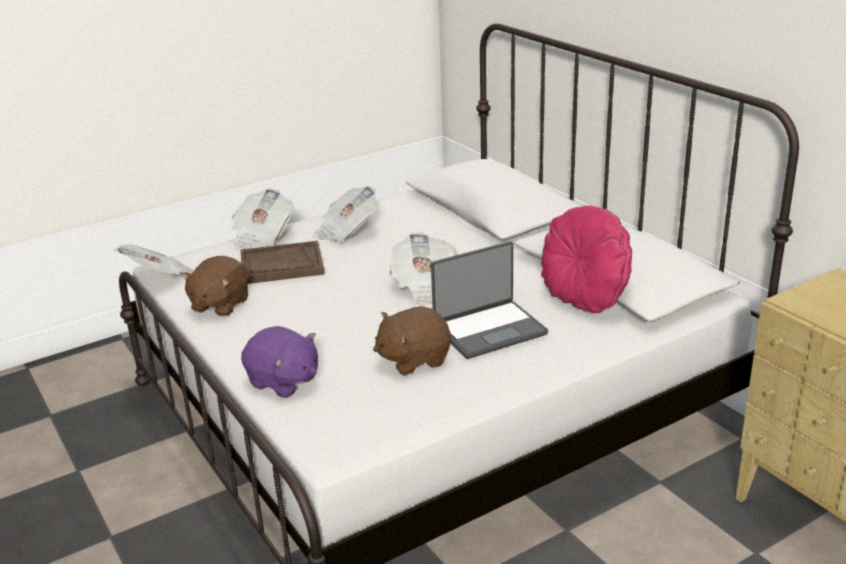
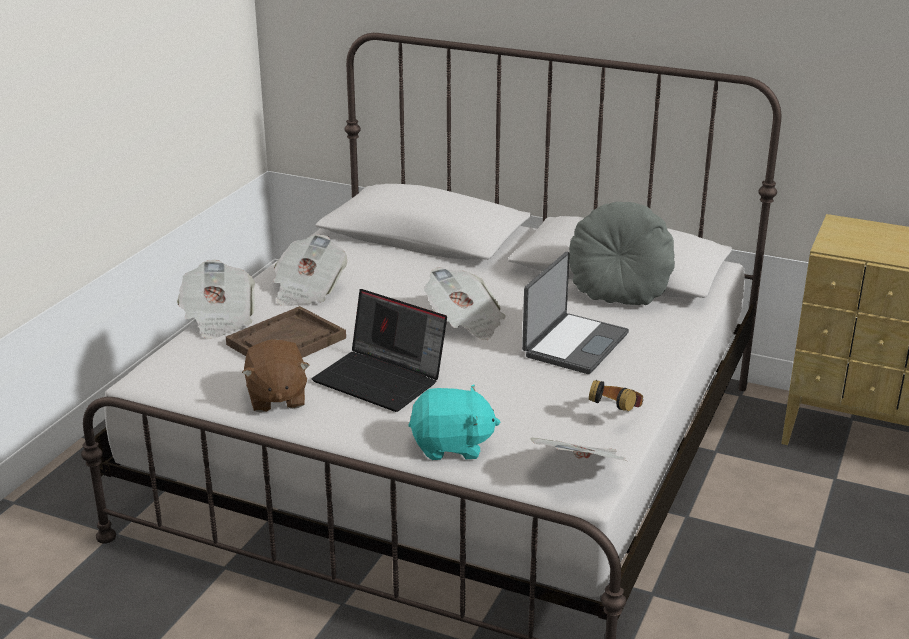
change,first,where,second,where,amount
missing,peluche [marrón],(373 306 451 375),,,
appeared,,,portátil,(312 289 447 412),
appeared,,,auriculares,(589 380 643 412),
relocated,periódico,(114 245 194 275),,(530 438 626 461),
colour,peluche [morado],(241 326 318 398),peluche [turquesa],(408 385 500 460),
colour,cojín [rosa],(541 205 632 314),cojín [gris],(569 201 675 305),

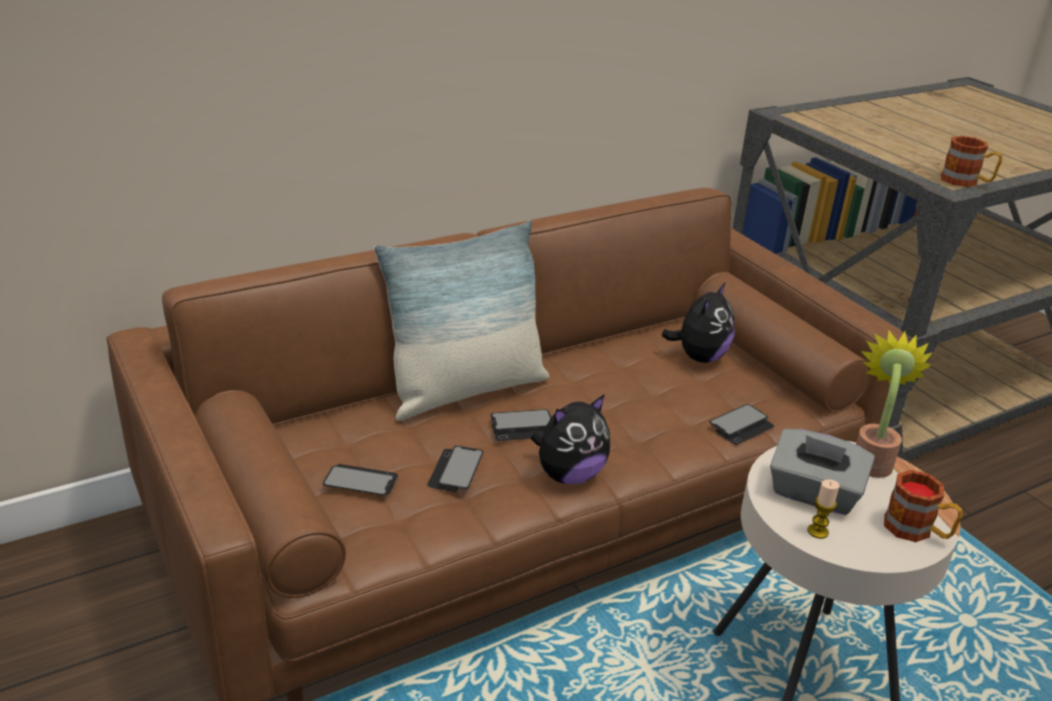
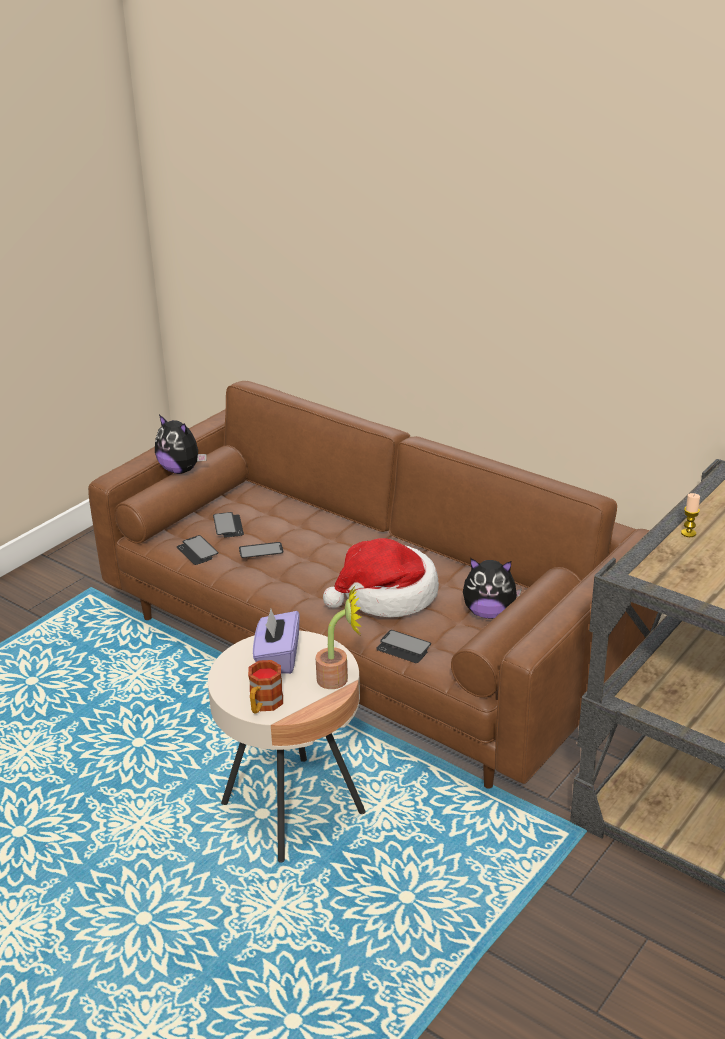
change,first,where,second,where,amount
missing,cojín,(374 220 549 421),,,
missing,taza grande,(941 136 1002 187),,,
appeared,,,sombrero,(323 538 439 618),
relocated,móvil,(491 409 551 441),,(177 535 219 565),
relocated,peluche,(531 394 610 484),,(155 415 207 474),
relocated,vela,(808 479 839 539),,(681 493 700 537),
colour,caja de pañuelos [gris],(770 429 875 515),caja de pañuelos [morado],(253 609 299 674),

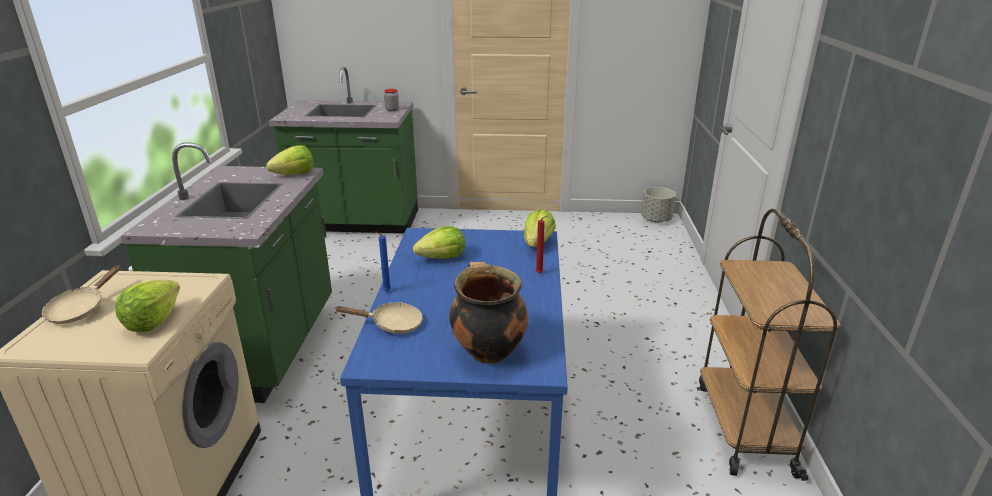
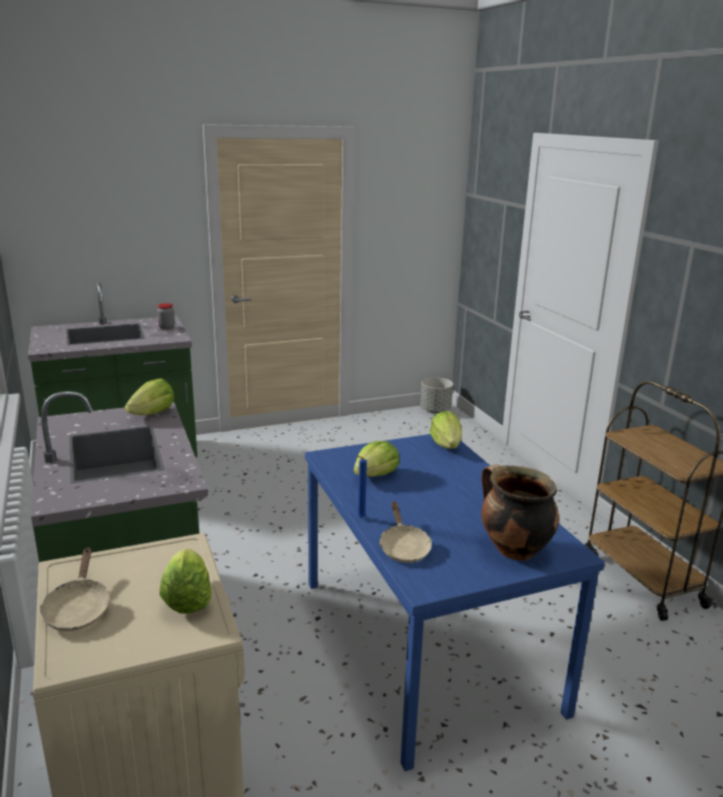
change,first,where,second,where,amount
missing,vela [rojo],(536 215 548 273),,,
spun,sartén [beis],(335 302 423 334),,(379 501 432 563),105 degrees clockwise

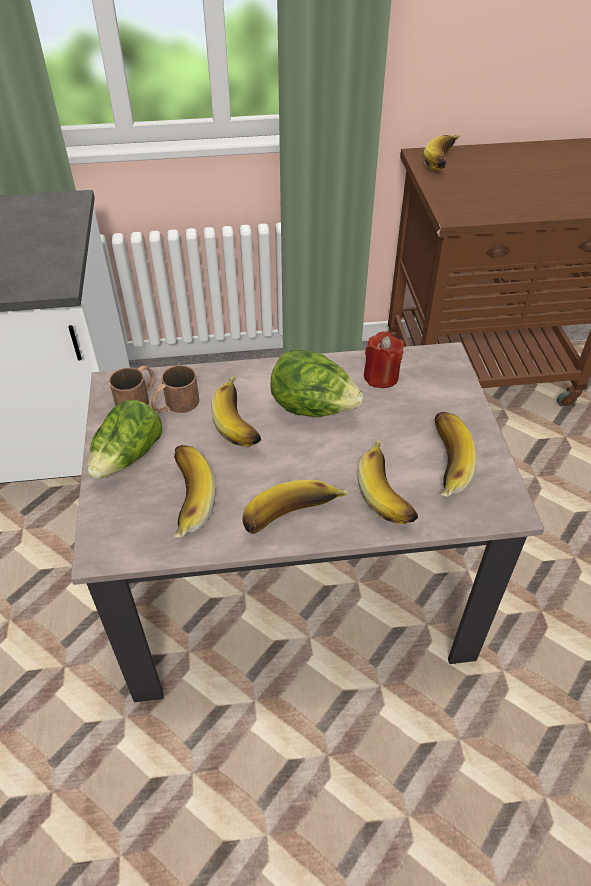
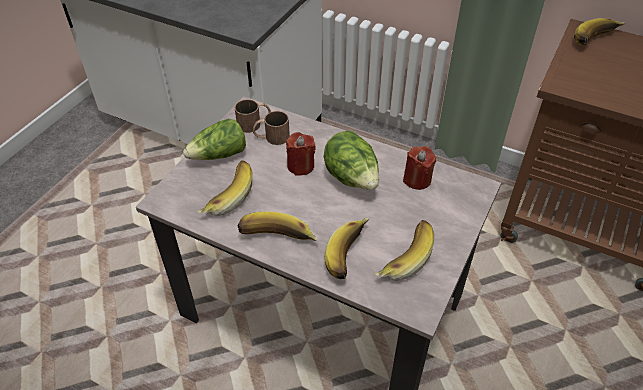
change,first,where,second,where,amount
exchanged,plátano,(211 376 261 446),vela [rojo],(286 132 316 176),

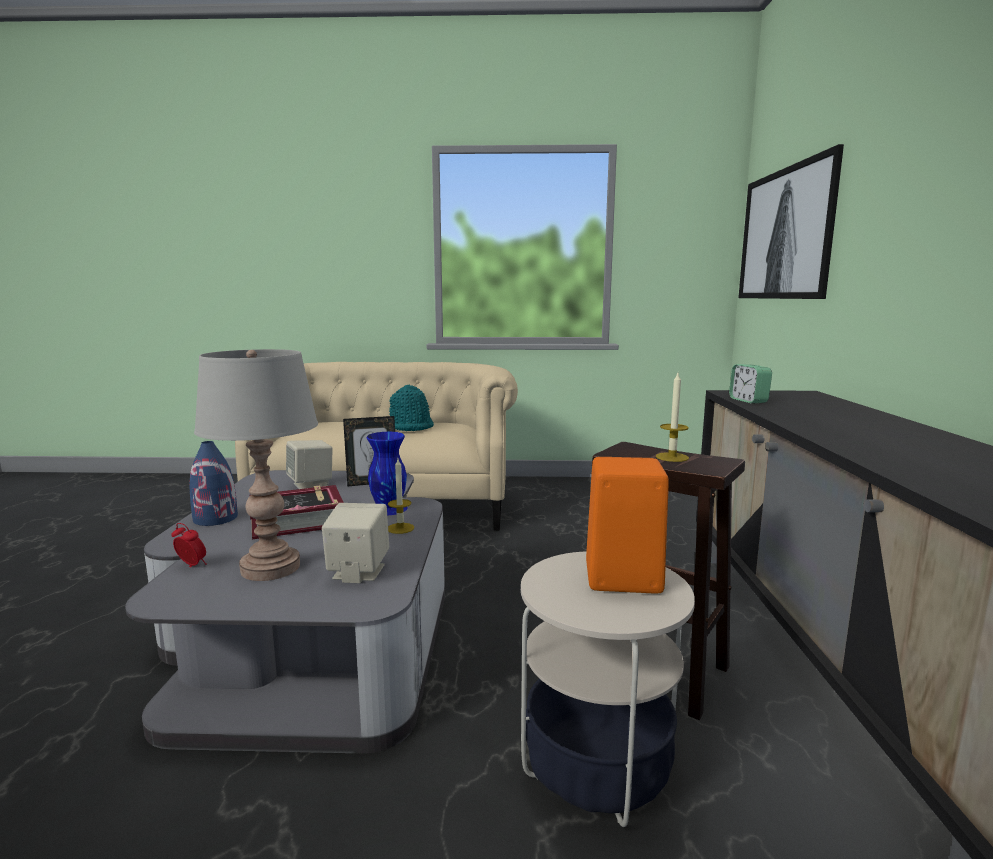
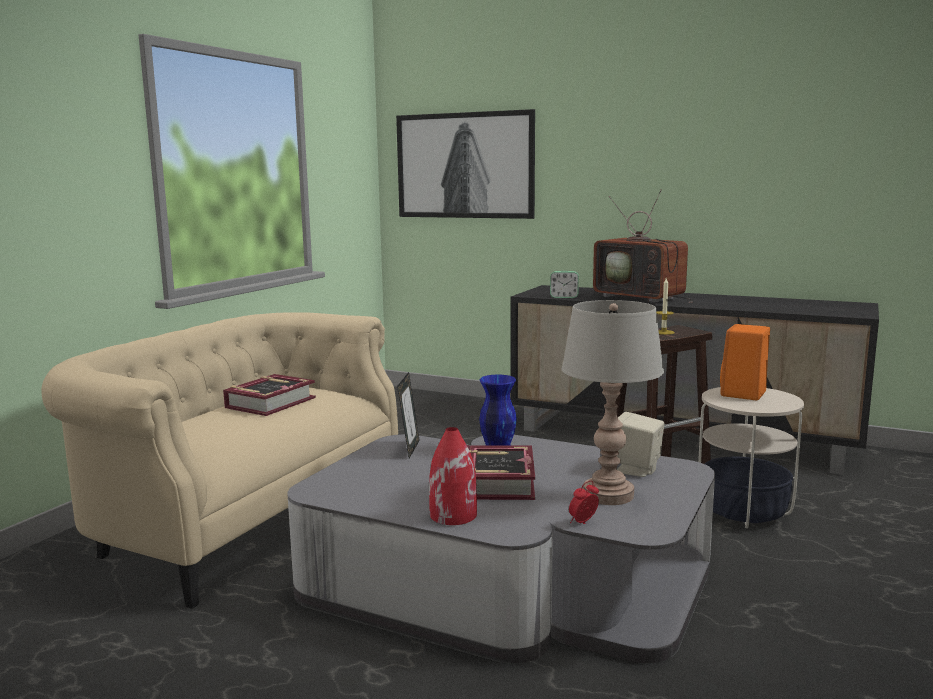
change,first,where,second,where,amount
missing,altavoz [beis],(286 440 333 489),,,
missing,vela,(388 459 414 534),,,
appeared,,,televisor,(593 190 693 303),
exchanged,sombrero [turquesa],(389 385 434 431),libro,(223 374 316 416),
colour,florero [azul],(189 441 238 526),florero [rojo],(429 427 477 525),

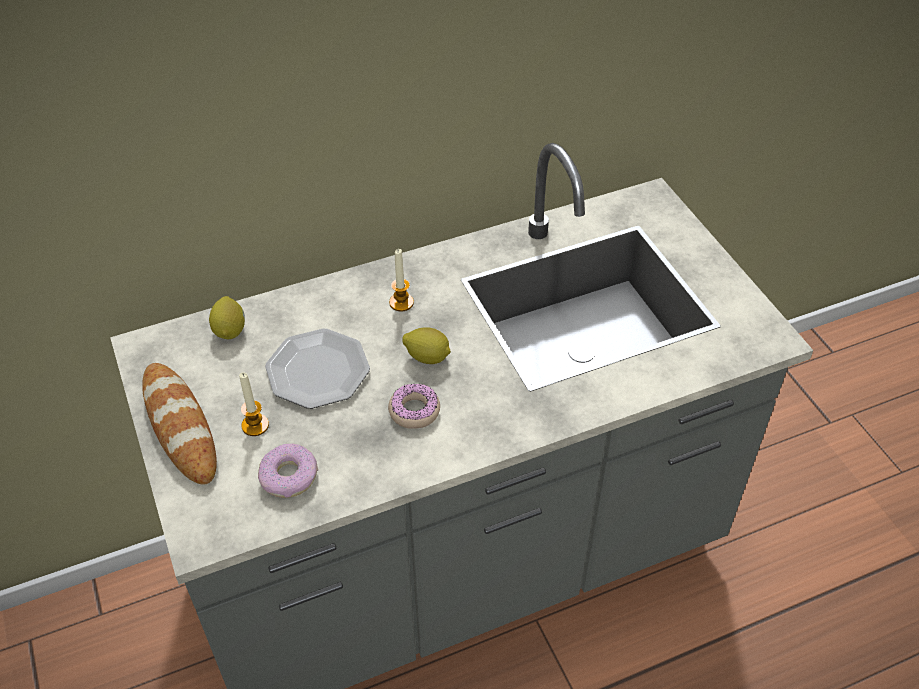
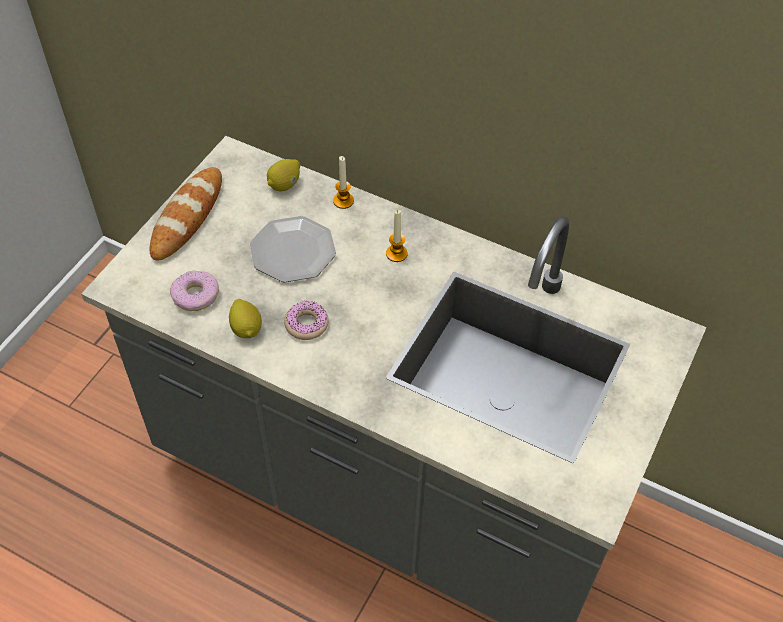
change,first,where,second,where,amount
relocated,vela,(239 372 269 436),,(333 156 354 209),
relocated,limón,(402 327 451 364),,(229 299 262 338),

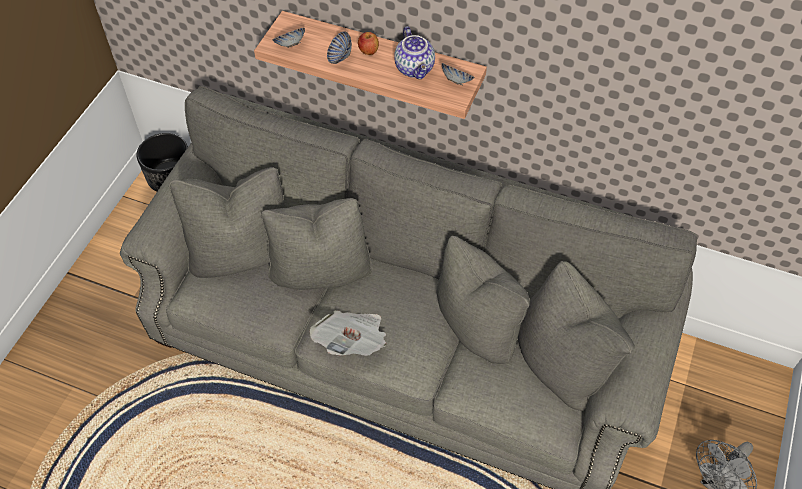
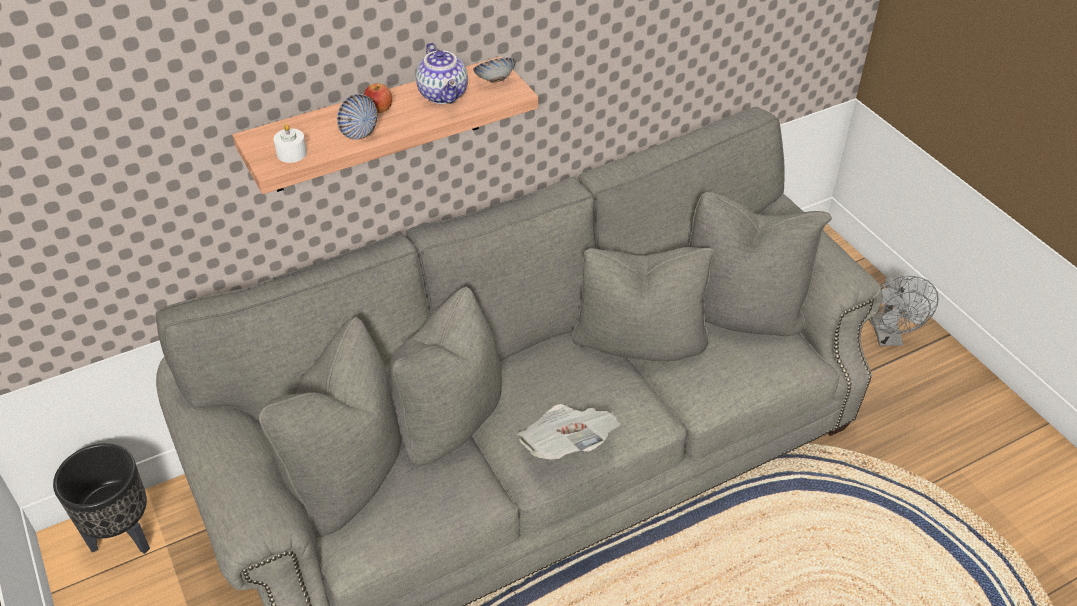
change,first,where,second,where,amount
exchanged,cuenco,(273 28 305 48),vela [blanco],(273 124 307 163),
spun,tetera,(394 26 435 79),,(416 42 468 104),45 degrees clockwise

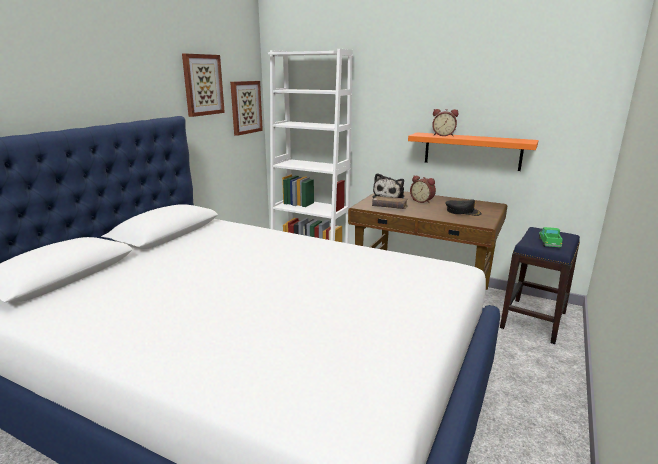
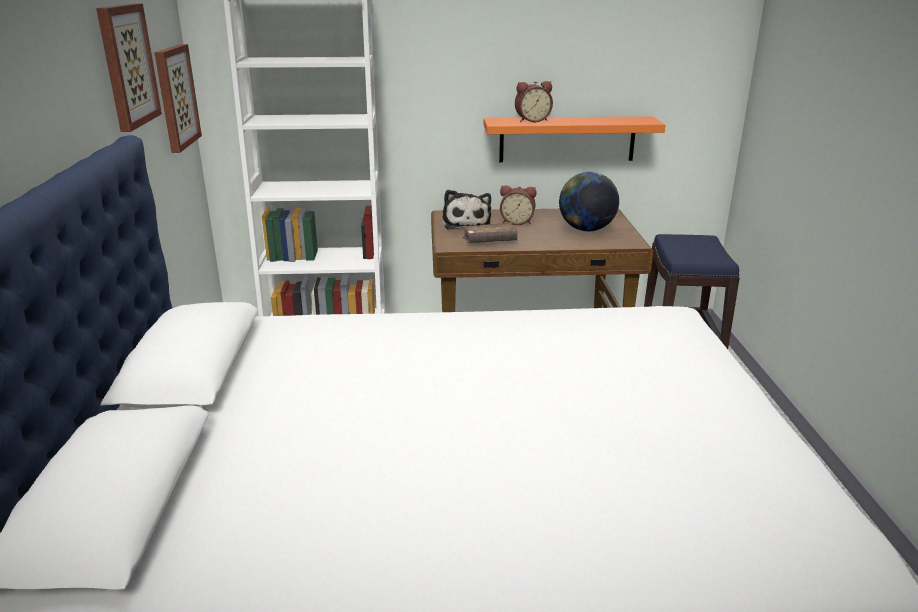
change,first,where,second,where,amount
missing,camión de juguete,(539 227 563 248),,,
exchanged,gorra [negro],(446 200 481 216),globo terráqueo,(559 172 619 231),

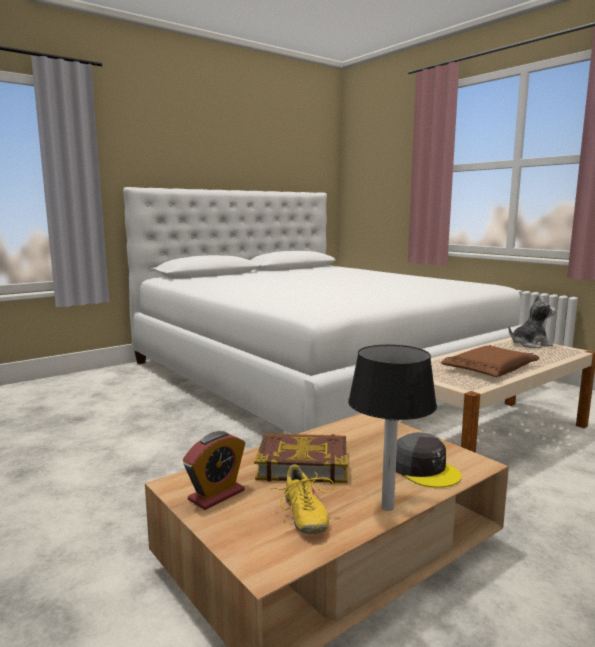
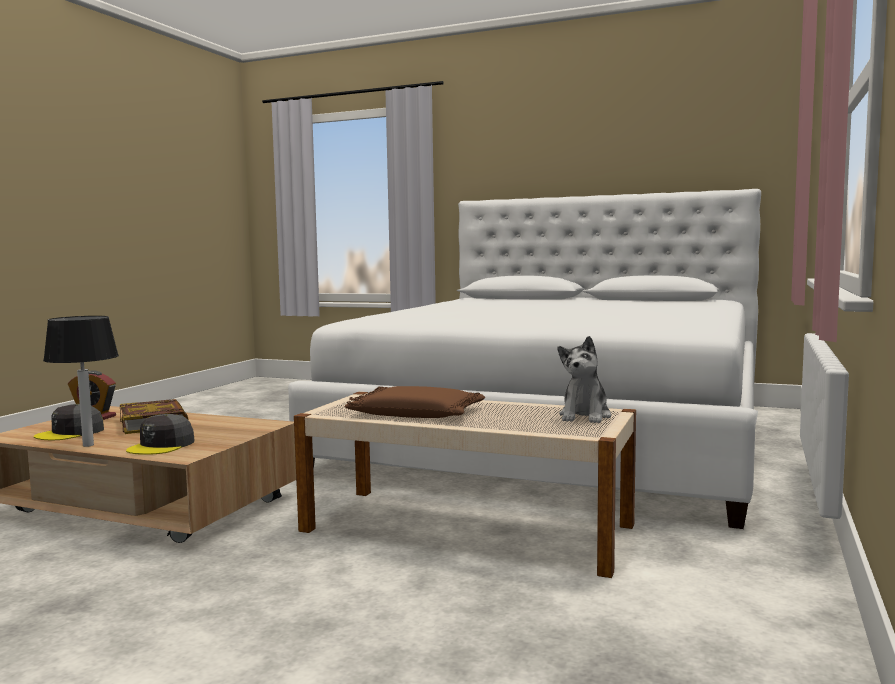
change,first,where,second,where,amount
exchanged,zapato [amarillo],(271 464 334 534),gorra [gris],(34 404 104 440),
spun,peluche,(509 295 556 348),,(557 336 611 423),60 degrees clockwise

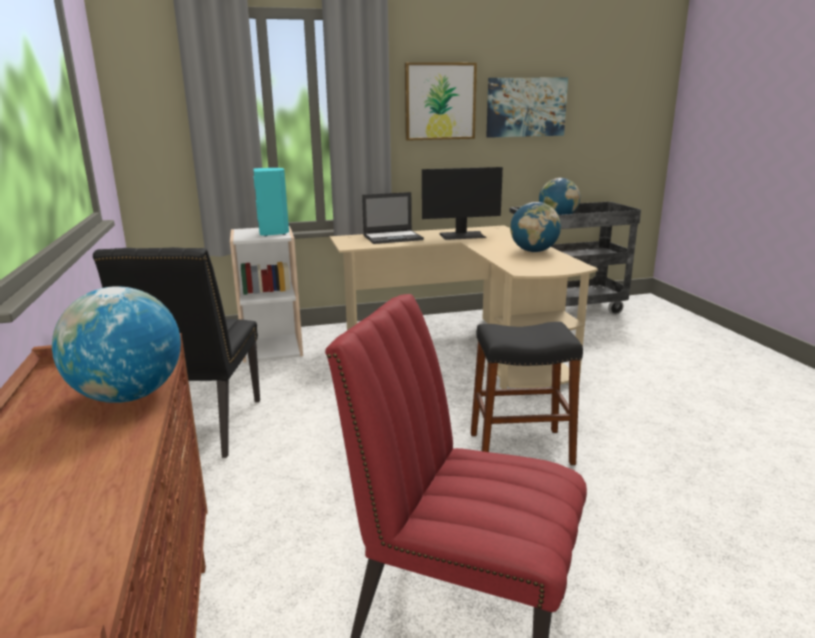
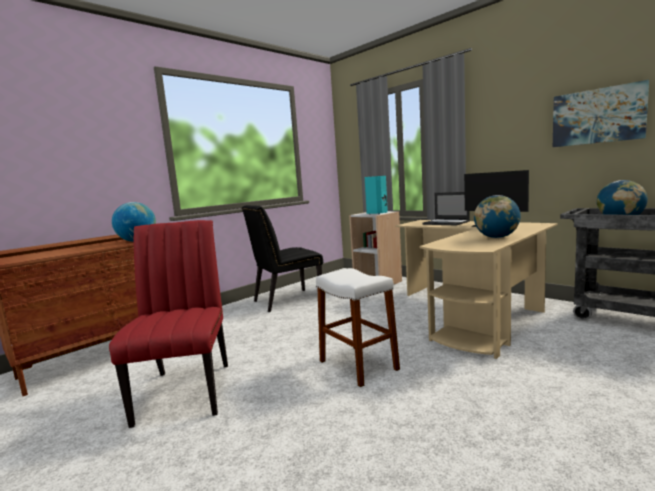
change,first,where,second,where,amount
missing,cuadro,(405 62 477 141),,,
colour,taburete [negro],(471 322 583 465),taburete [blanco],(316 268 400 387),

